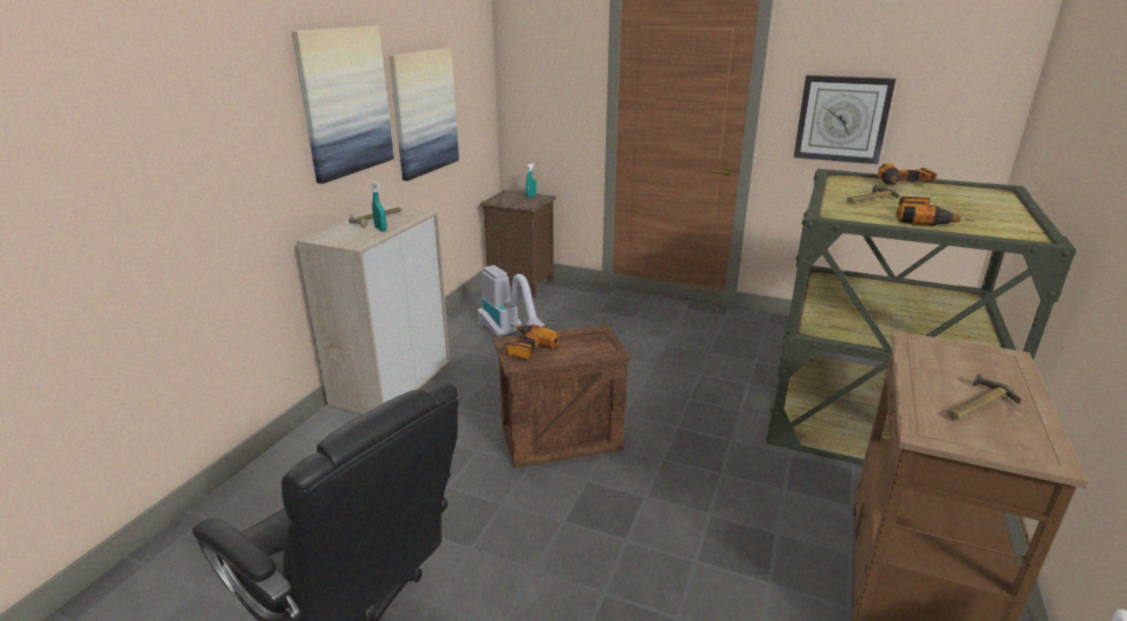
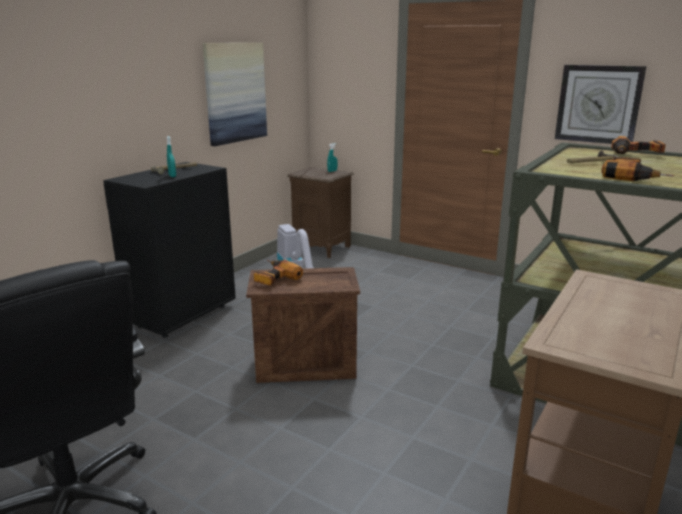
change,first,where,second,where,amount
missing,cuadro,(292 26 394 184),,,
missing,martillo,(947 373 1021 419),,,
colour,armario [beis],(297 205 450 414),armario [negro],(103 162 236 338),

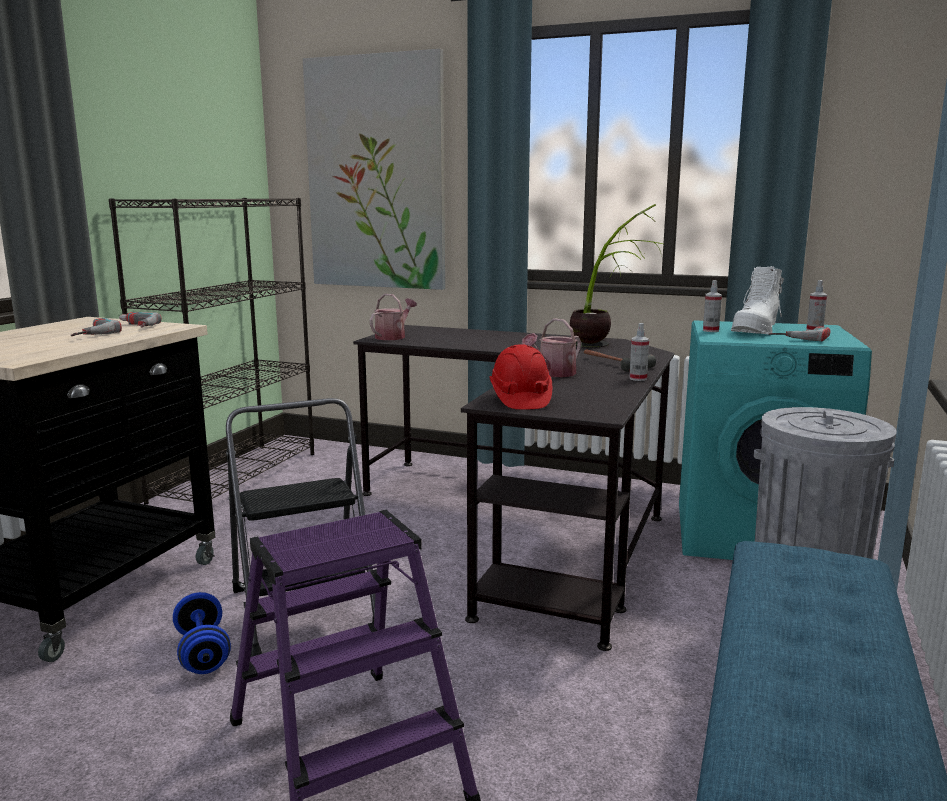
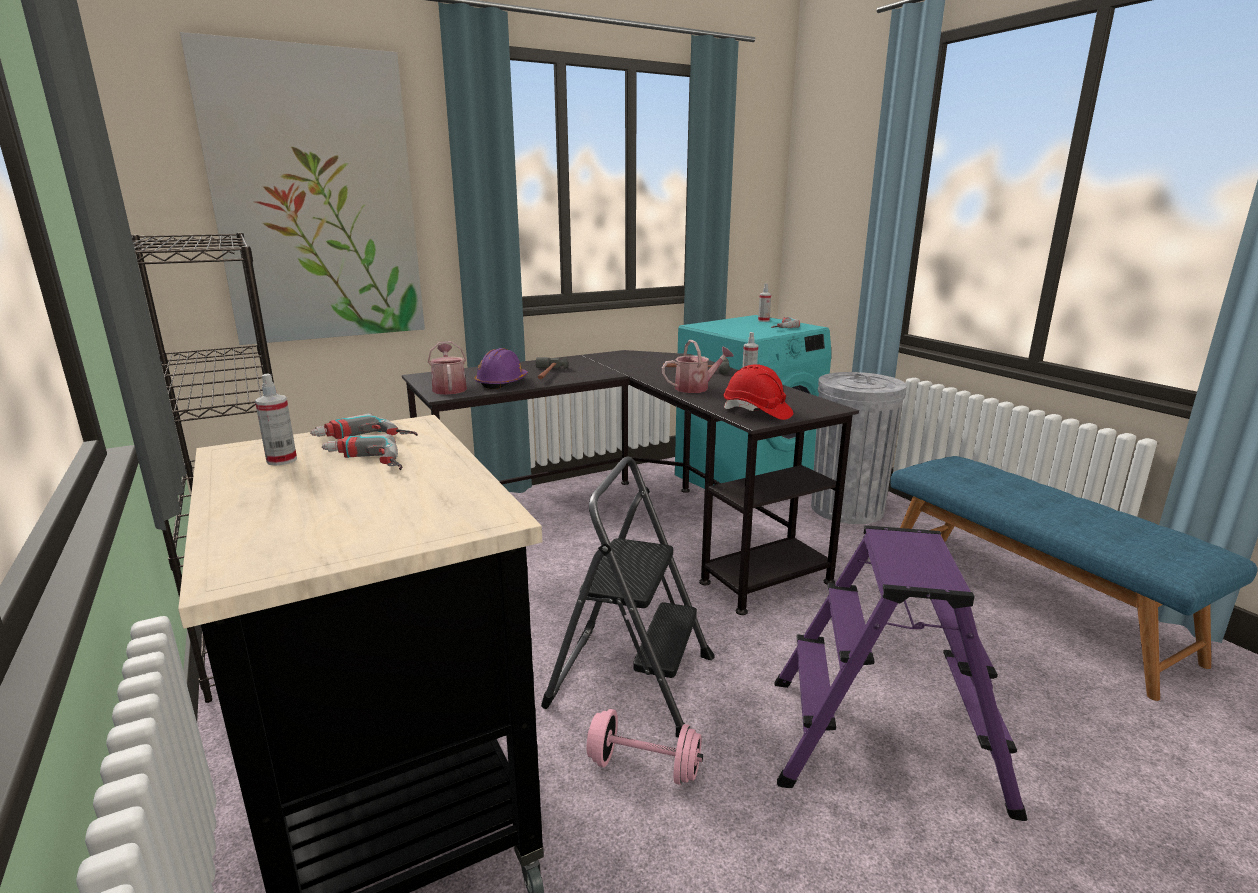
change,first,where,second,where,amount
missing,planta en maceta,(570 204 663 347),,,
missing,bota [blanco],(731 266 784 334),,,
appeared,,,casco [morado],(475 348 528 389),
appeared,,,martillo,(536 357 569 379),
relocated,pulverizador,(703 280 722 332),,(255 374 297 466),
colour,mancuerna [azul],(173 592 231 674),mancuerna [rosa],(586 709 703 785),
spun,regadera,(522 318 581 377),,(662 340 734 393),105 degrees counterclockwise

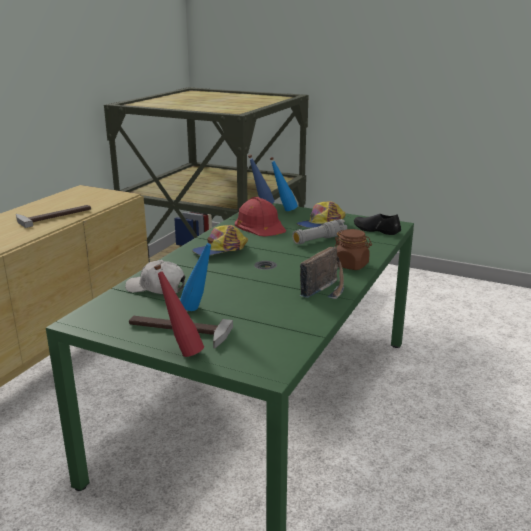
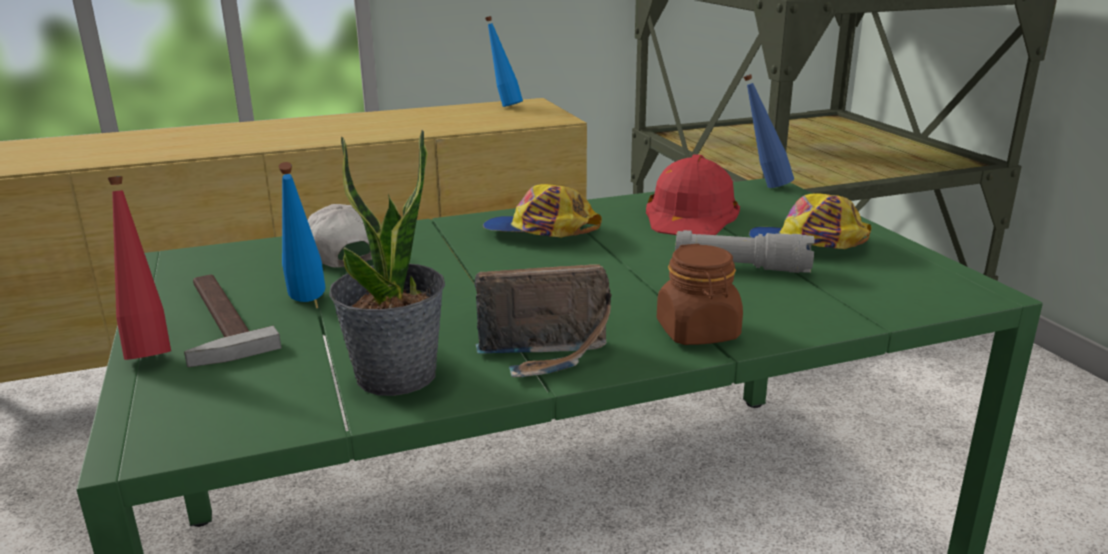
change,first,where,second,where,amount
missing,martillo,(16 205 91 228),,,
missing,zapato [negro],(354 214 401 235),,,
appeared,,,planta en maceta,(329 130 445 396),
relocated,botella [azul],(270 157 298 211),,(485 16 523 107),

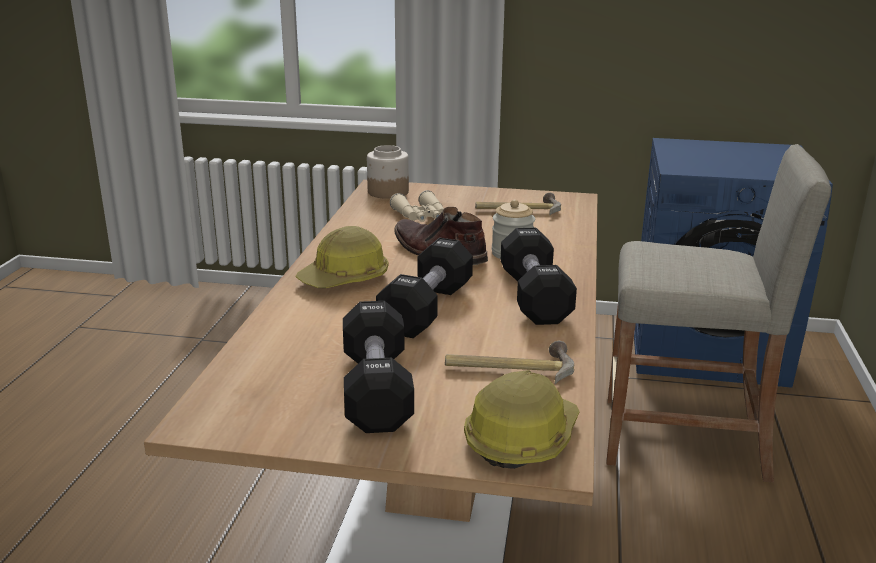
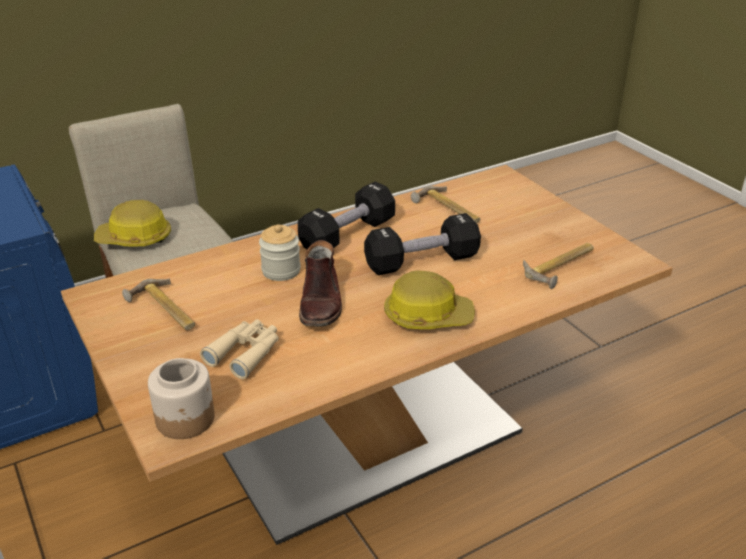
change,first,where,second,where,amount
missing,mancuerna [negro],(343 301 414 433),,,
appeared,,,martillo,(523 243 594 289),
relocated,casco,(464 370 579 469),,(94 200 171 247),

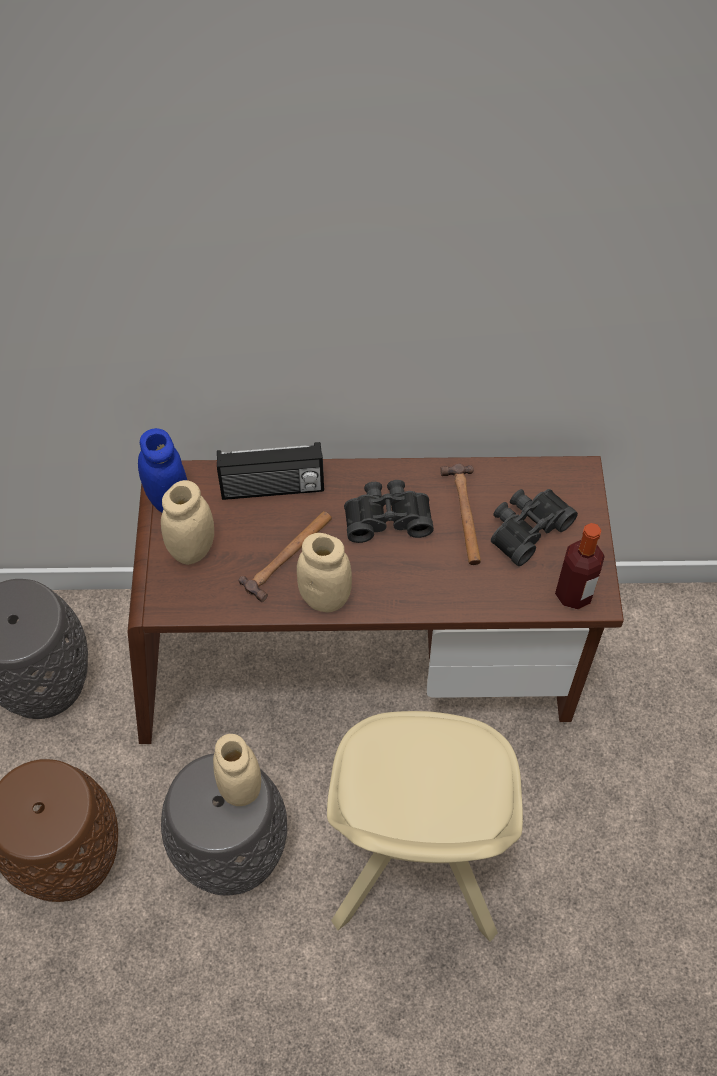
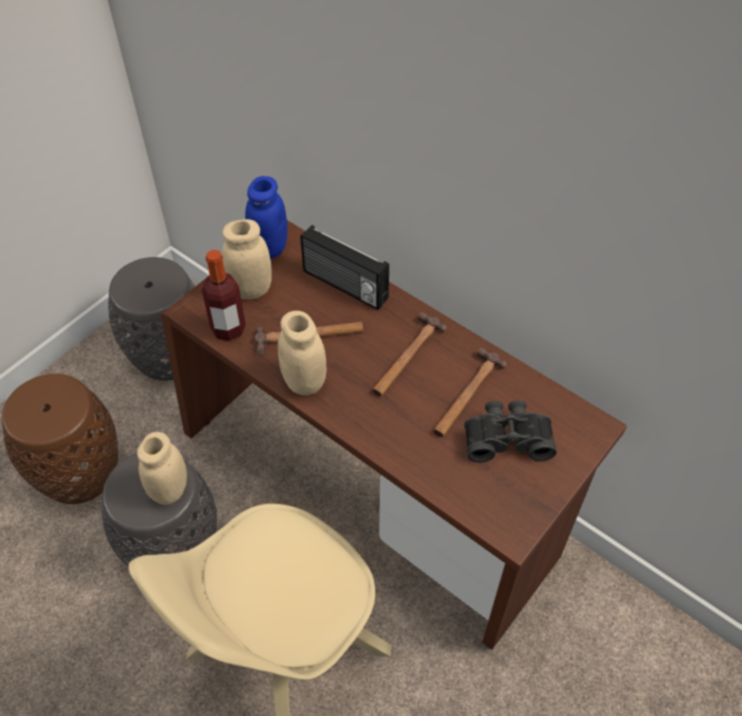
change,first,where,second,where,amount
relocated,botella,(555 523 605 609),,(202 250 246 341),
exchanged,prismáticos [negro],(344 480 434 543),martillo,(372 312 447 397),

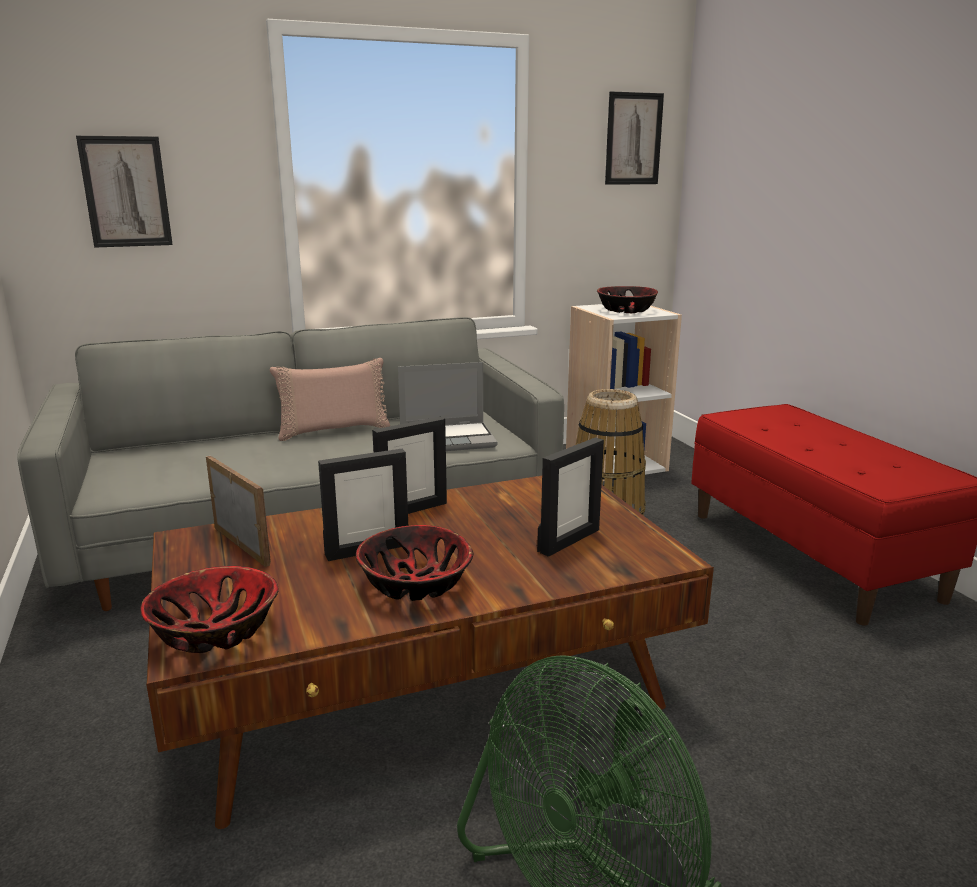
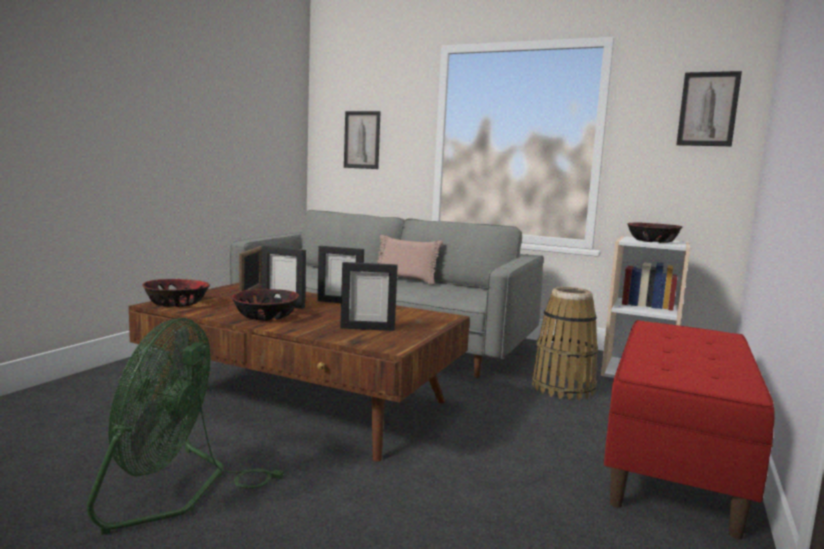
change,first,where,second,where,amount
missing,portátil,(398 362 497 451),,,

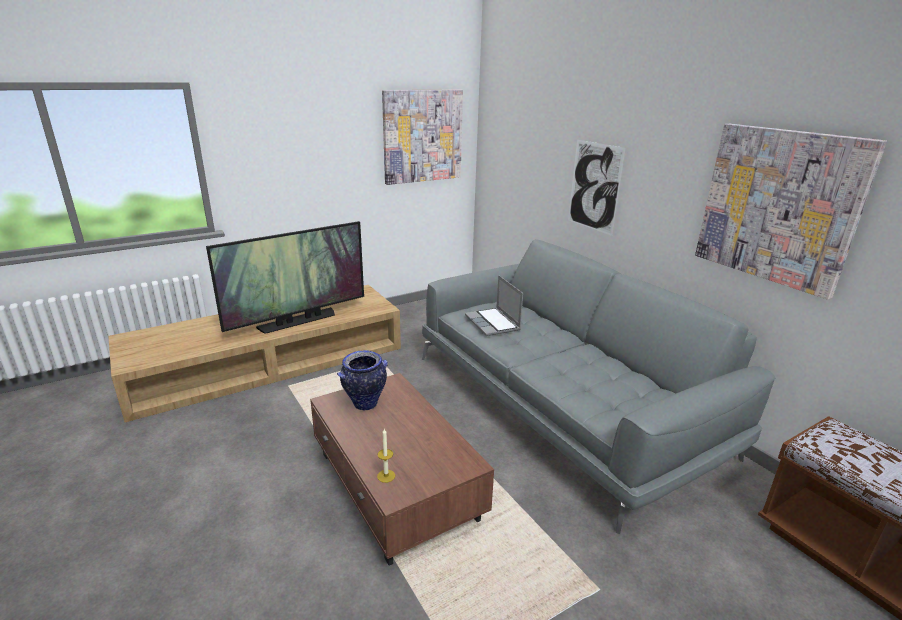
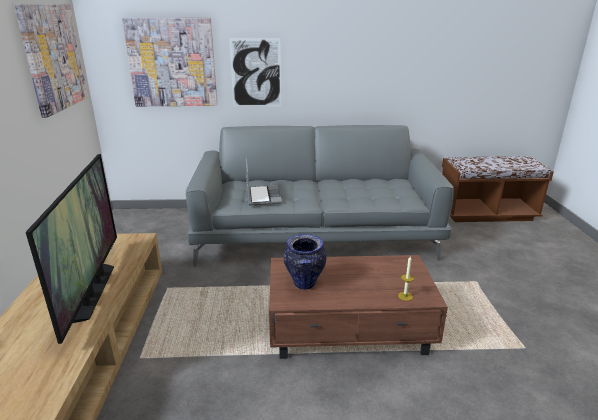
change,first,where,second,where,amount
relocated,cuadro,(695 124 887 300),,(122 18 218 106),
spun,portátil,(465 275 523 336),,(246 158 282 206),105 degrees counterclockwise

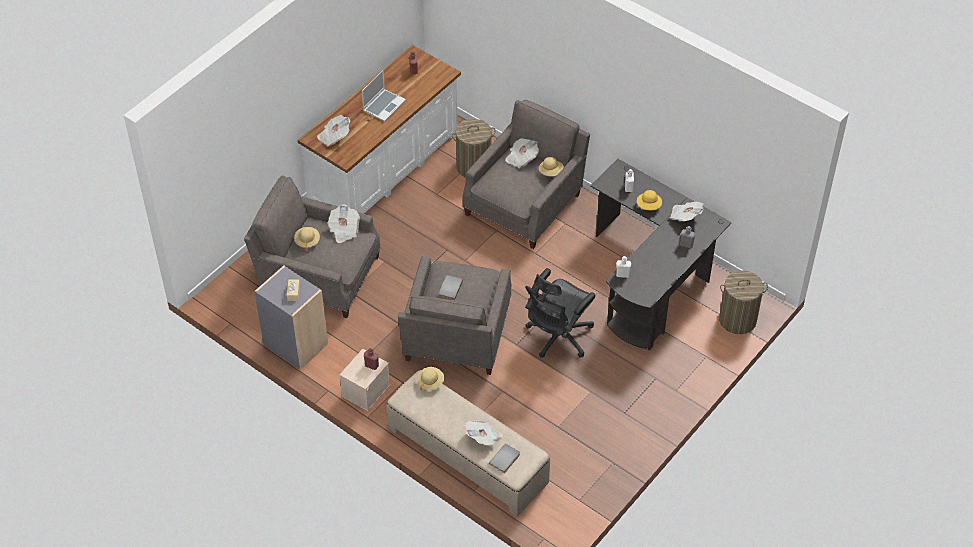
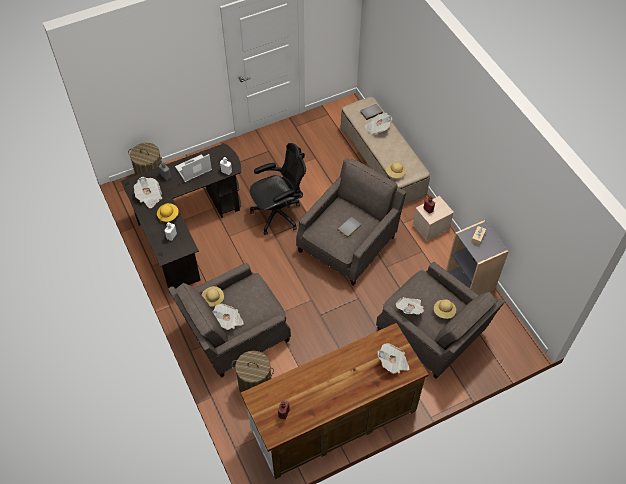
change,first,where,second,where,amount
relocated,portátil,(362 70 406 121),,(175 154 212 182),

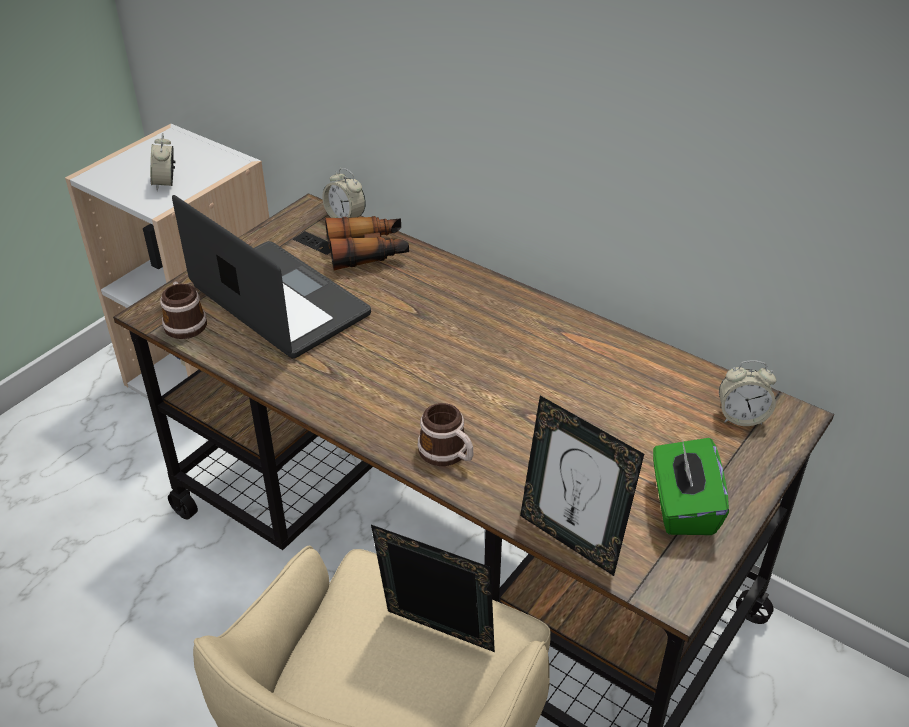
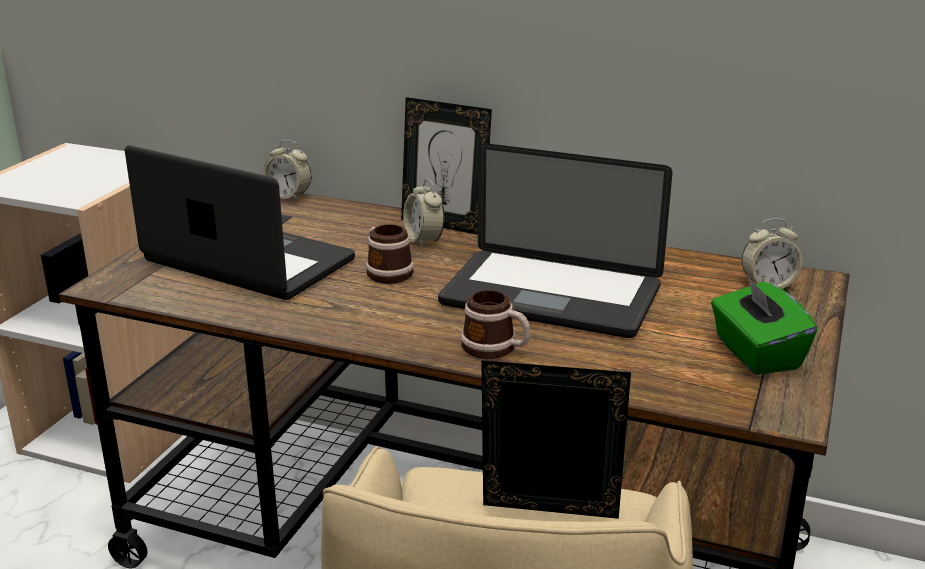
change,first,where,second,where,amount
missing,prismáticos,(325 216 409 270),,,
appeared,,,portátil,(438 143 673 338),
relocated,despertador,(150 133 175 191),,(403 179 444 248),
relocated,taza grande,(160 281 207 339),,(366 224 414 284),
relocated,portarretratos,(520 396 644 576),,(401 97 492 235),

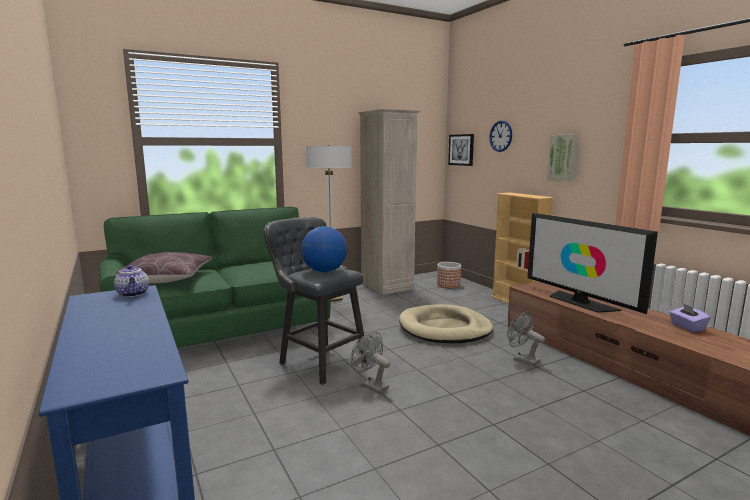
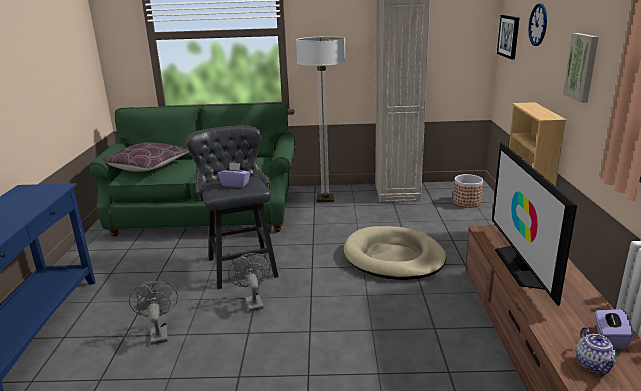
change,first,where,second,where,amount
relocated,tetera,(114 265 149 297),,(576 327 617 374),
relocated,ventilador [gris],(507 311 545 366),,(129 281 178 345),
exchanged,globo terráqueo,(301 226 347 272),caja de pañuelos [morado],(218 162 250 188),

